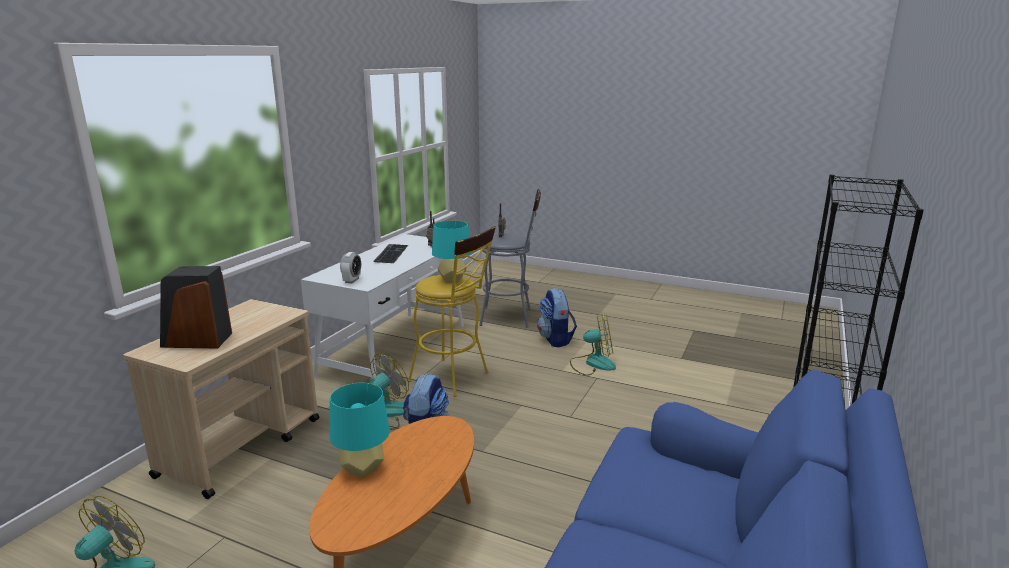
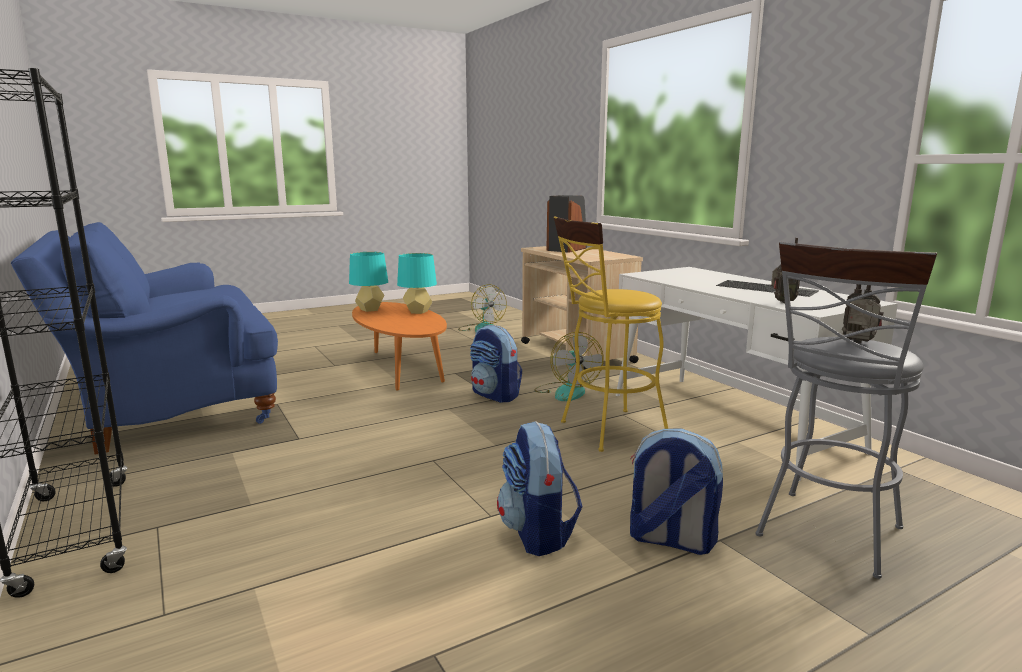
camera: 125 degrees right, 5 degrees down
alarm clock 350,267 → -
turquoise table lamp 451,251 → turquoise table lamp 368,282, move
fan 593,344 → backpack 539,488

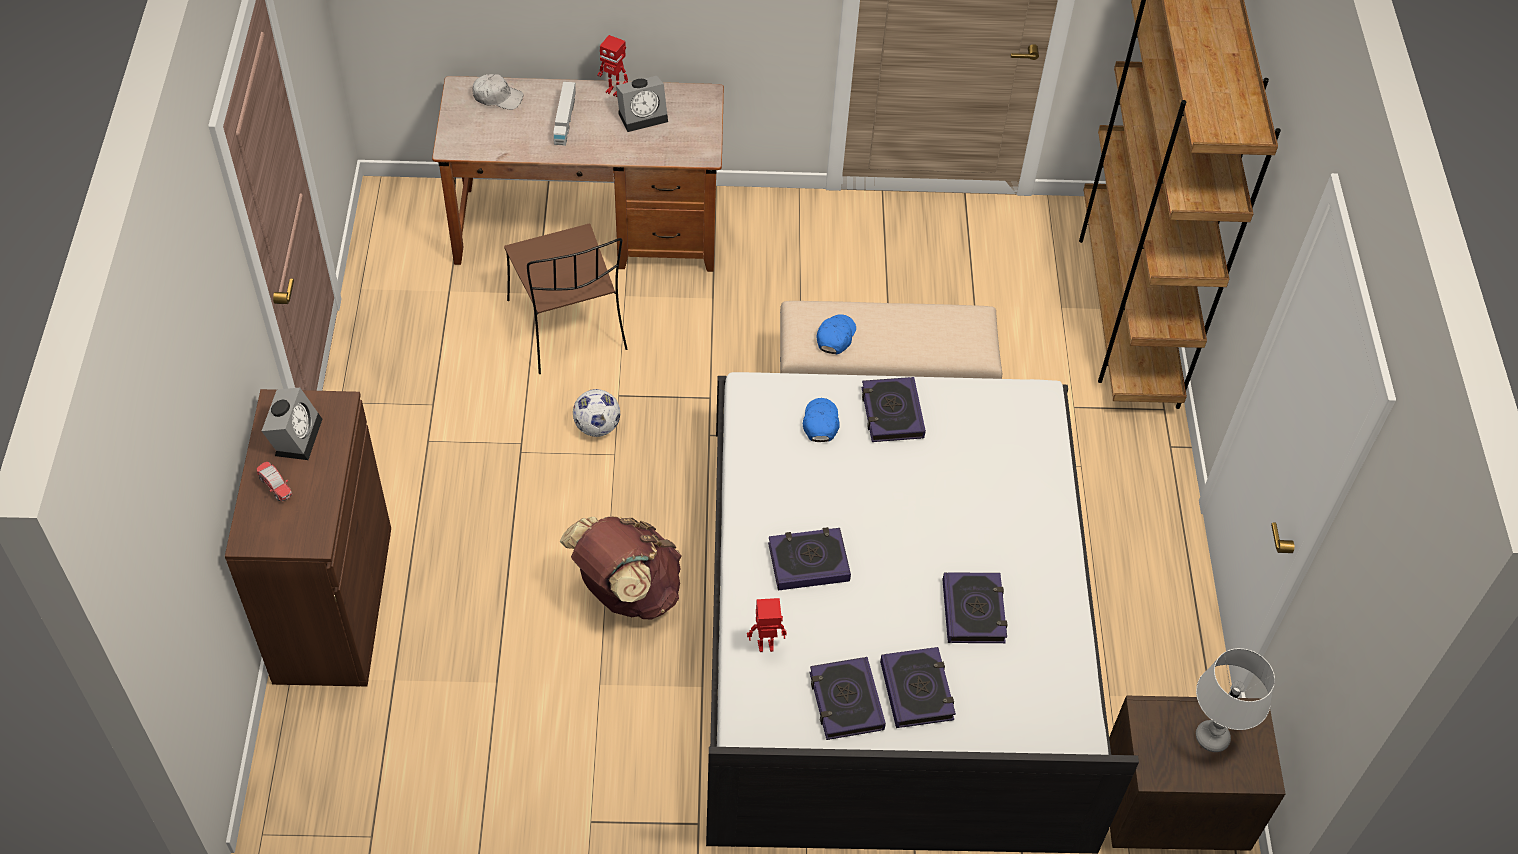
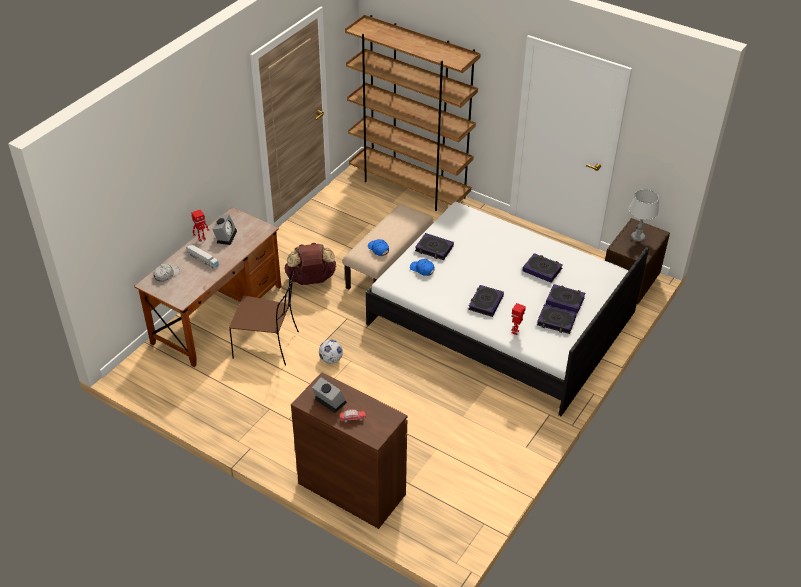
camera: 55 degrees left, 10 degrees down
brown backpack 620,567 → brown backpack 310,264, move

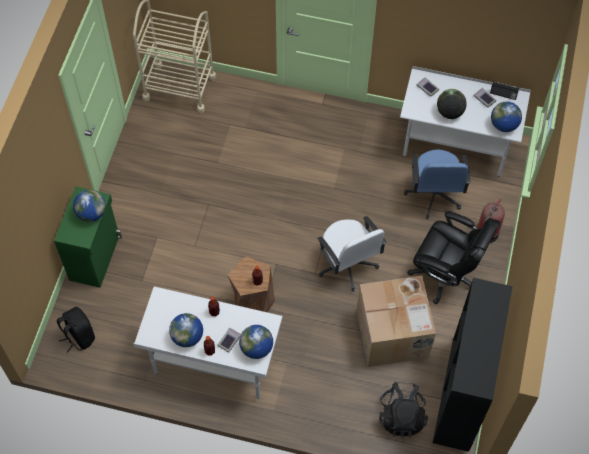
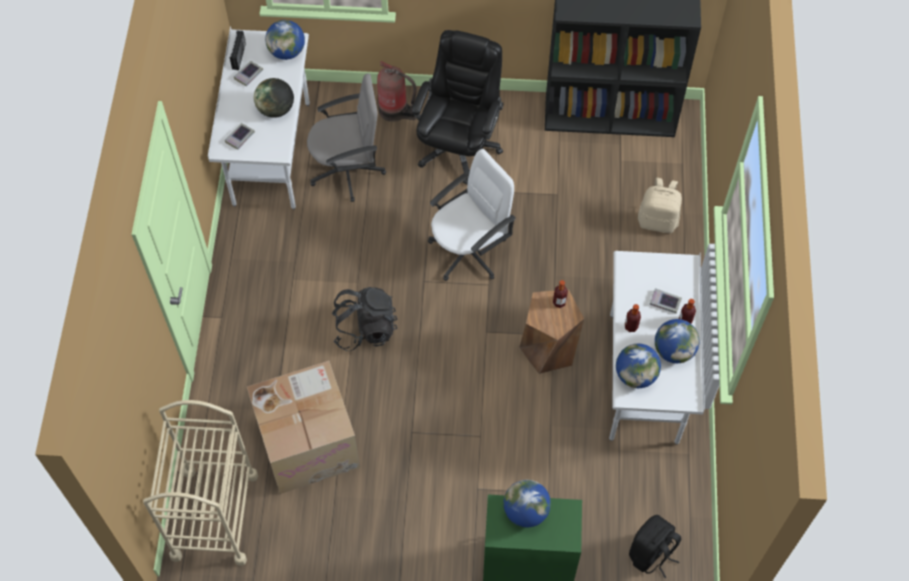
camera: 100 degrees left, 0 degrees up
globe 256,342 → globe 638,366, move
cardboard box 396,321 → cardboard box 303,427, move
black backpack 403,410 → black backpack 364,319, move
blue office chair 437,184 → grey office chair 346,137
- → beige backpack 660,205

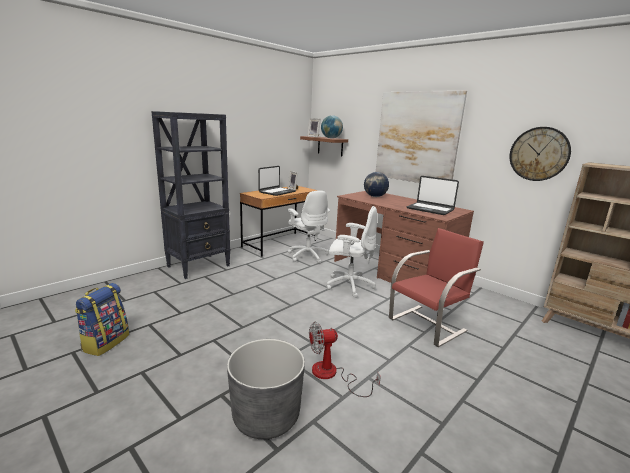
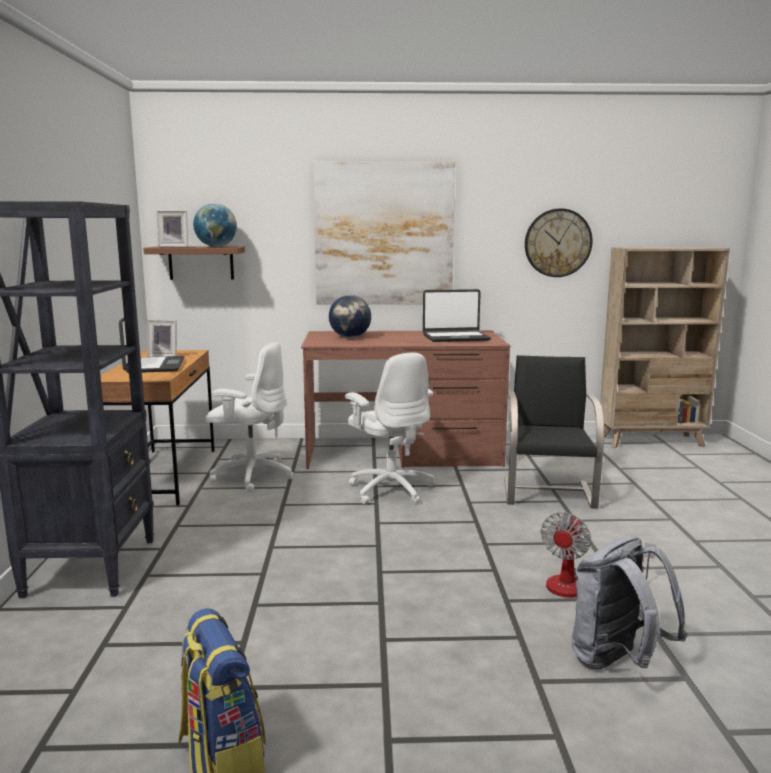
camera: 45 degrees left, 5 degrees down
grey planter 266,389 → grey backpack 628,602
white office chair 351,252 → white office chair 389,428, 90 degrees clockwise
red chair 436,287 → black chair 554,432

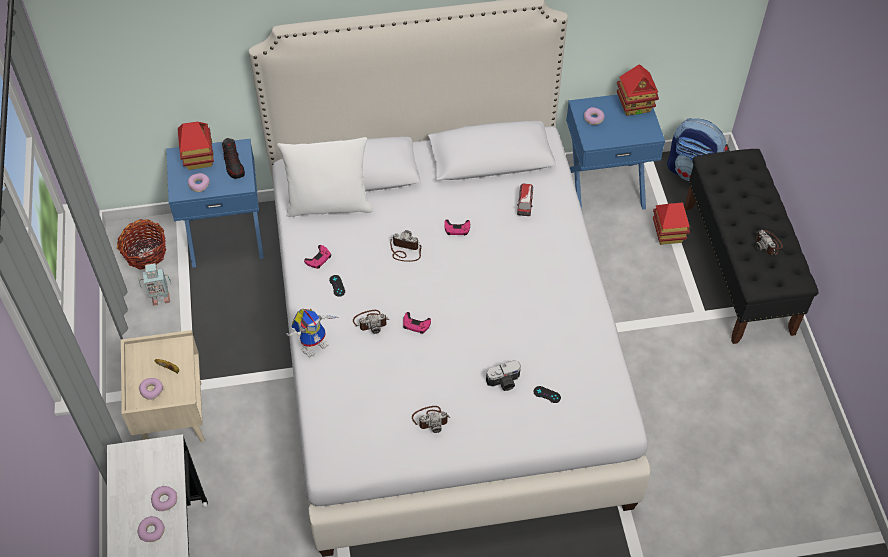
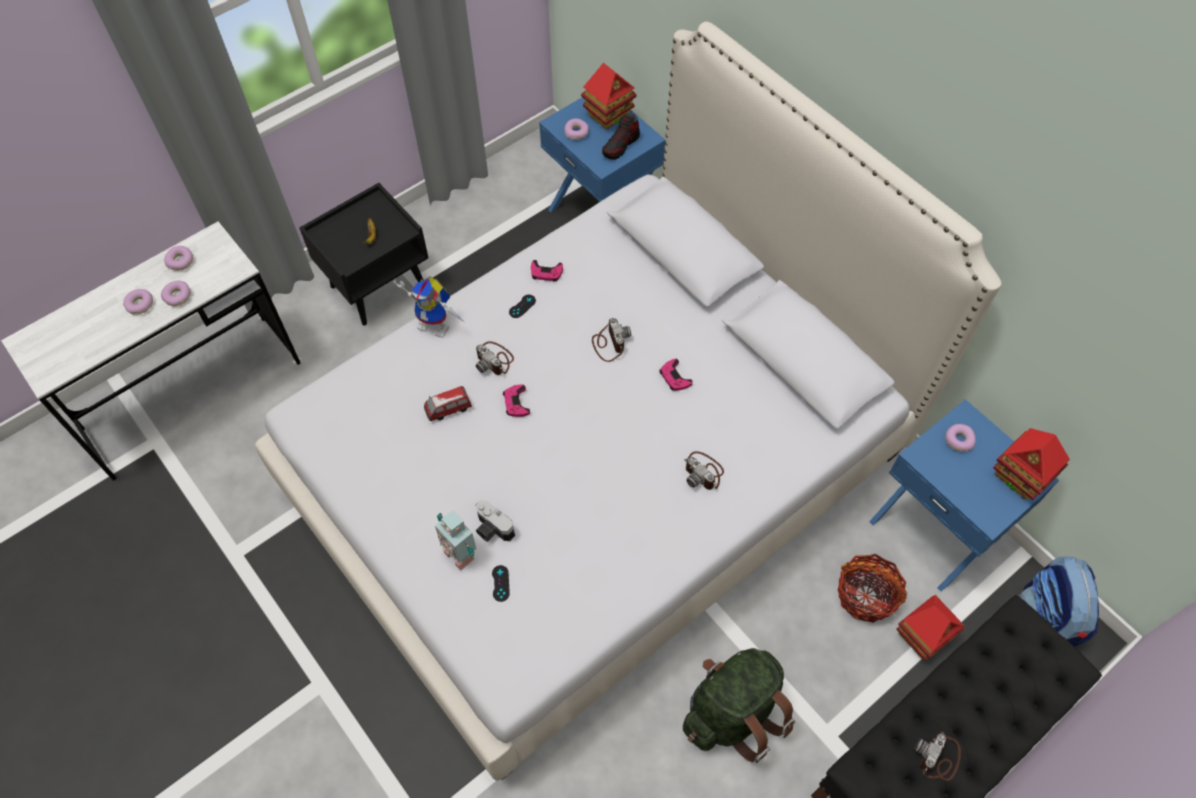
camera: 60 degrees right, 5 degrees up
basket 141,244 → basket 872,588, move
beige nightstand 163,386 → black nightstand 364,254
toy robot 154,284 → toy robot 455,540, move
donut 151,389 → donut 178,258, move
white pillow 325,177 → -
photo camera 431,419 → photo camera 704,470, move
toy car 525,200 → toy car 448,403, move
- → green backpack 739,705

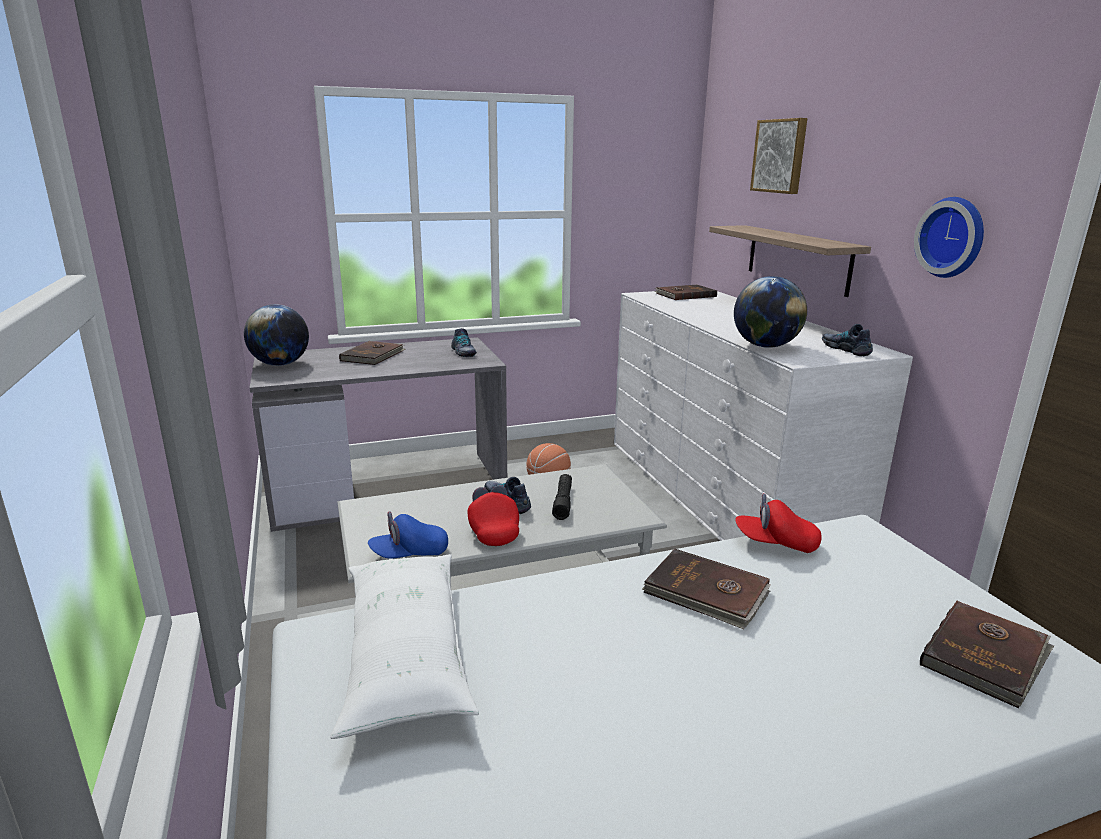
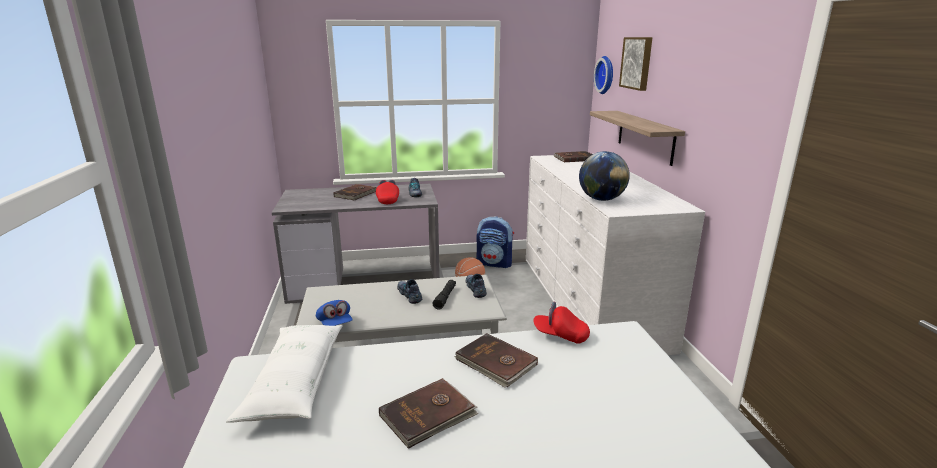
camera: 10 degrees right, 0 degrees up
globe 276,335 → -
blue cap 408,535 → blue cap 334,313, 105 degrees counterclockwise
red cap 493,515 → red cap 387,192, move
shoe 847,340 → shoe 476,286, move
wall clock 949,237 → wall clock 603,75, move
brown book 987,654 → brown book 428,413, move
- → backpack 495,242

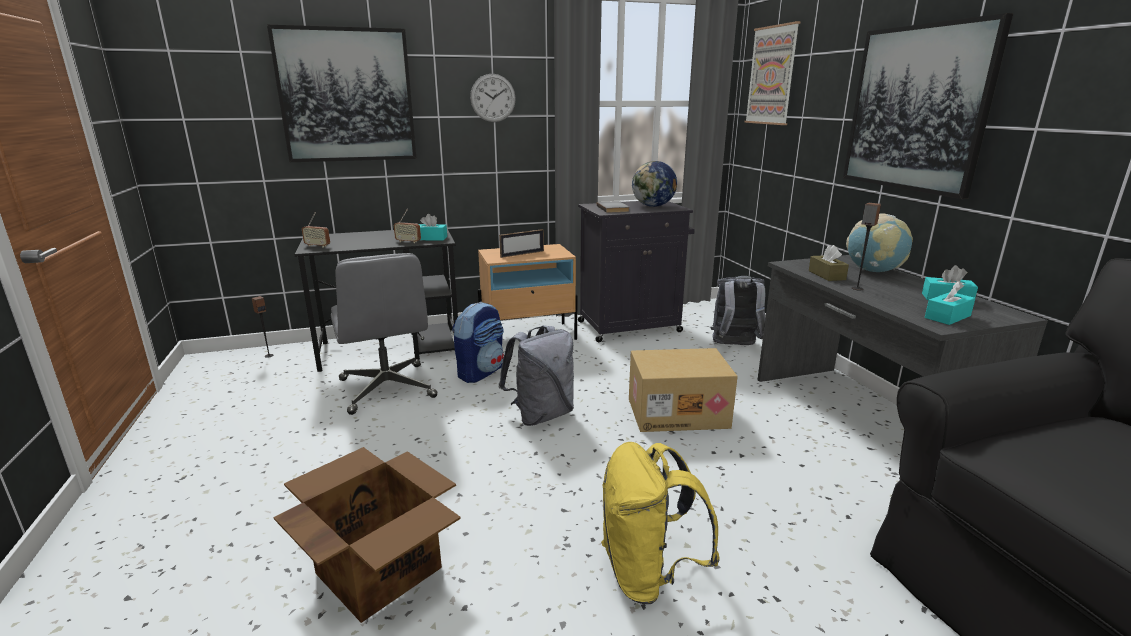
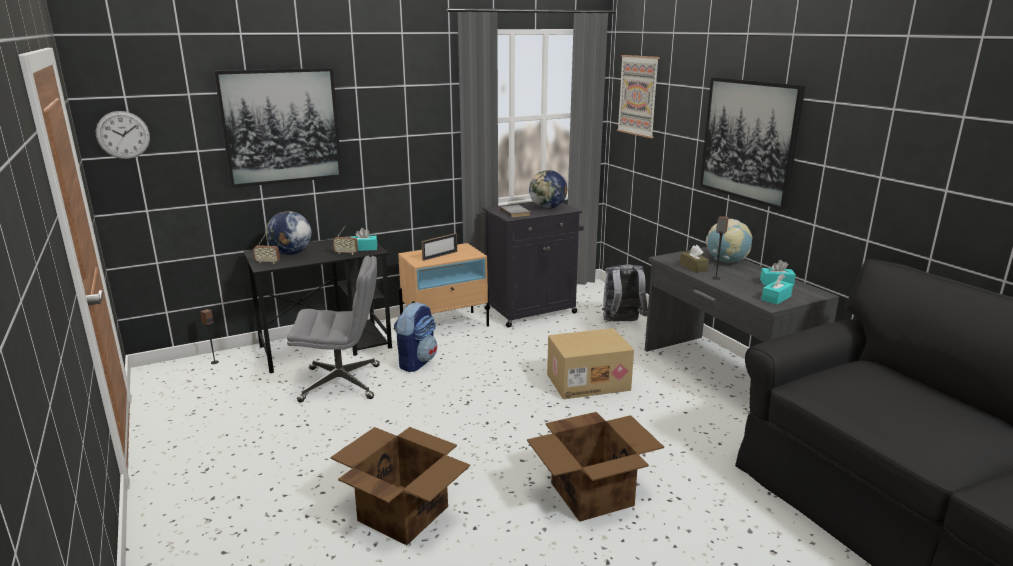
camera: 10 degrees left, 0 degrees up
grey office chair 384,334 → grey office chair 333,329, 60 degrees counterclockwise
wall clock 493,98 → wall clock 123,135, move
grey backpack 536,375 → -
yellow backpack 660,523 → cardboard box 595,467
- → globe 288,233

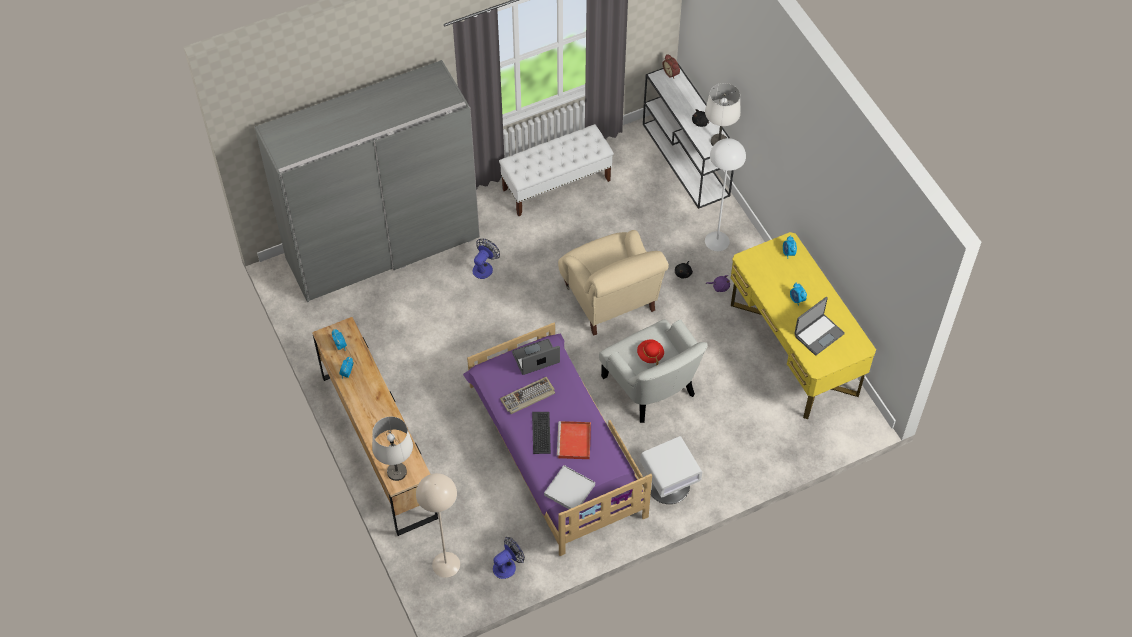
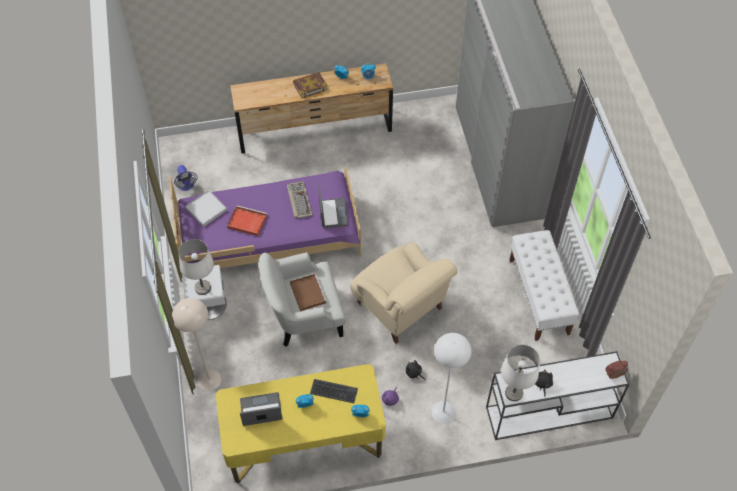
camera: 105 degrees right, 0 degrees up
white table lamp 392,449 → white table lamp 196,267, move
beige floor lamp 438,525 → beige floor lamp 196,344, move
fan 486,259 → -
keyboard 541,433 → keyboard 334,391, move
beige armchair 613,283 → beige armchair 404,293, 120 degrees counterclockwise
red hat 650,352 → brown tray 308,292
laptop 819,326 → laptop 261,409, 105 degrees clockwise
- → book 310,85

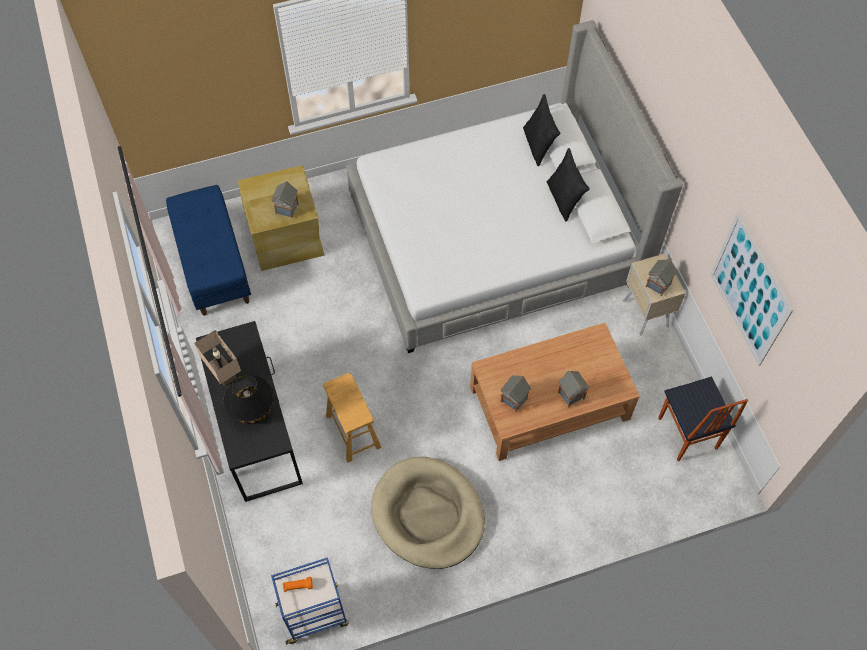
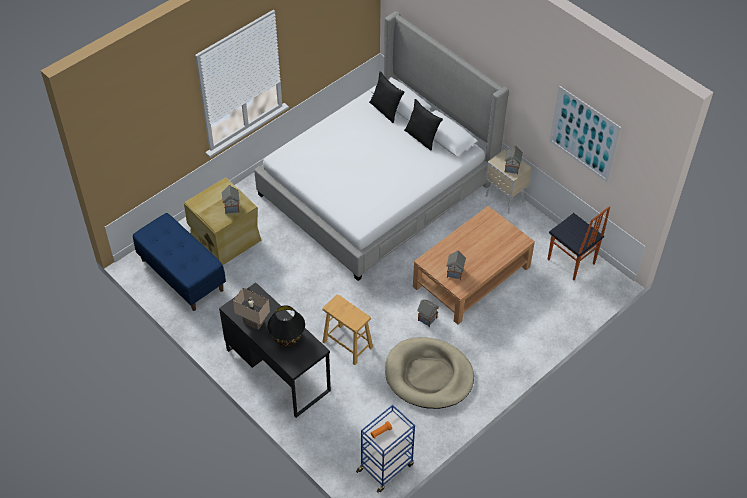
camera: 25 degrees left, 10 degrees down
toy house 573,389 → toy house 428,313, move

